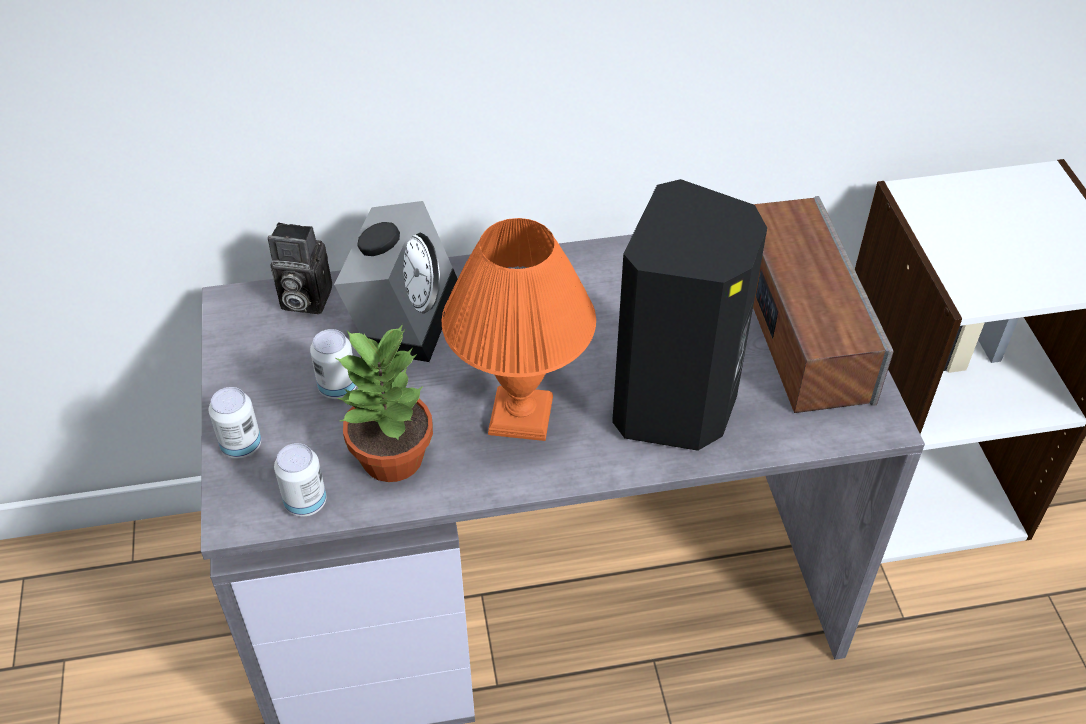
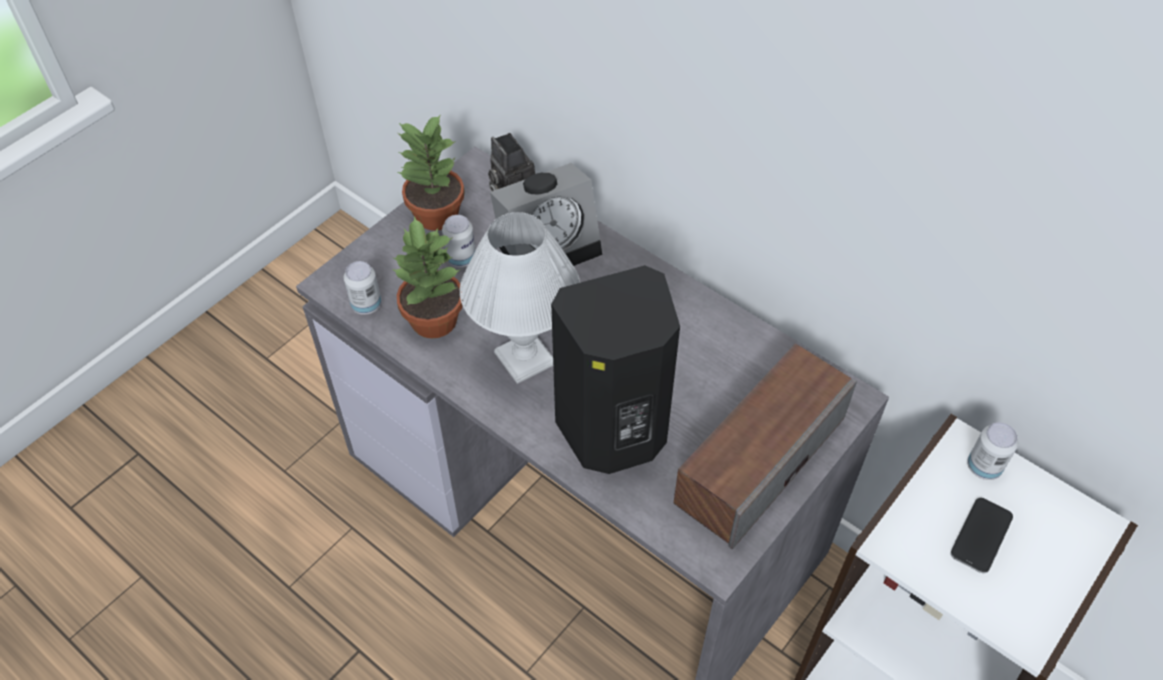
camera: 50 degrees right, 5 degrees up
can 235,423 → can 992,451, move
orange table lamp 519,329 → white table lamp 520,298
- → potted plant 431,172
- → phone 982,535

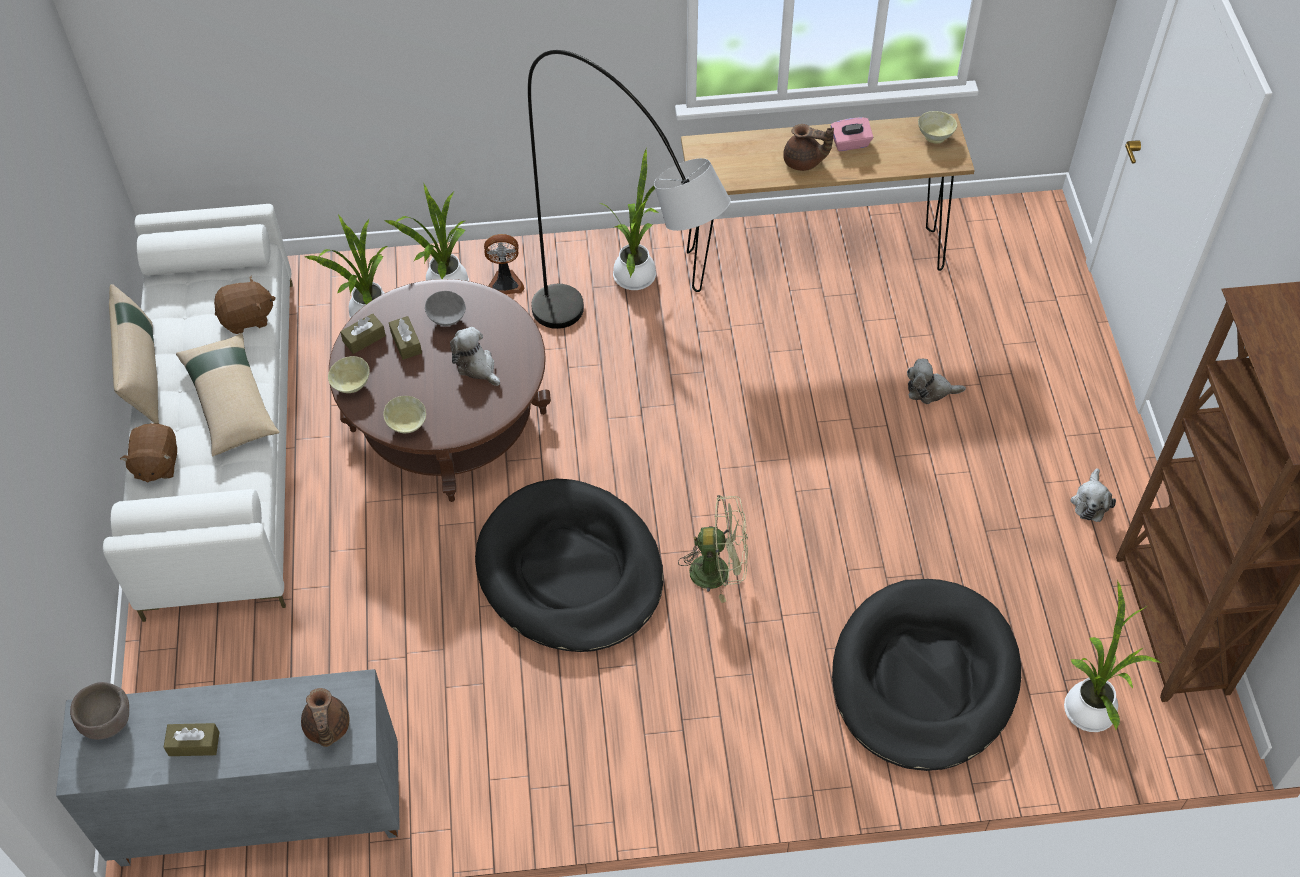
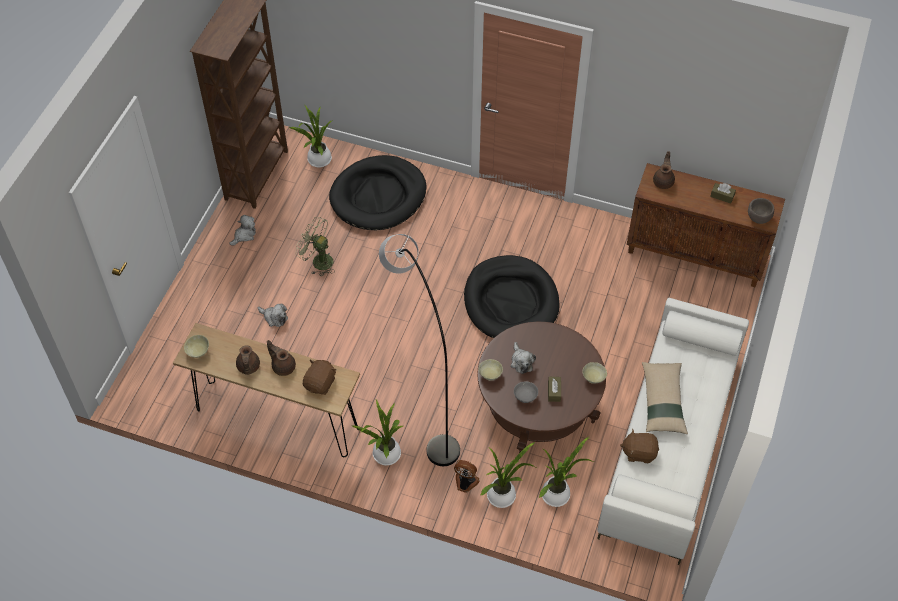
camera: 155 degrees left, 0 degrees up
grey cabinet 228,768 → brown cabinet 706,225
beige pillow 134,354 → -
brown plush toy 148,452 → brown plush toy 319,377, move
brown tissue box 363,333 → -
beige bowl 404,414 → beige bowl 490,370, move
green fan 713,549 → green fan 315,246, move
pink tissue box 852,134 → brown teapot 248,360

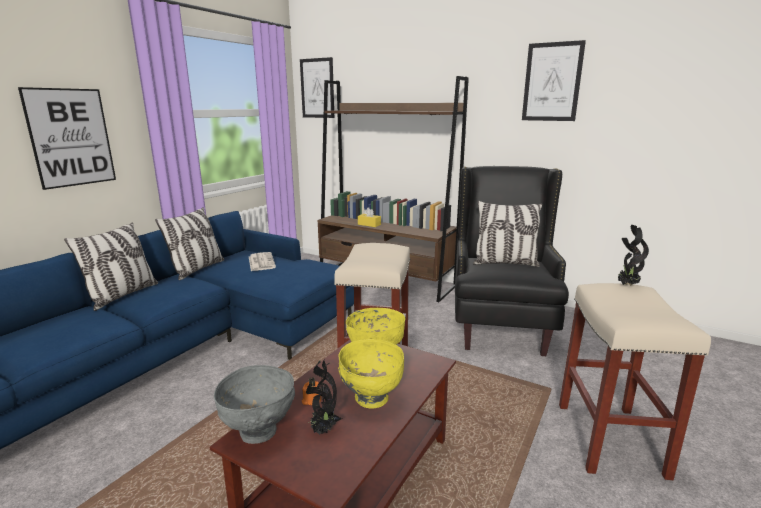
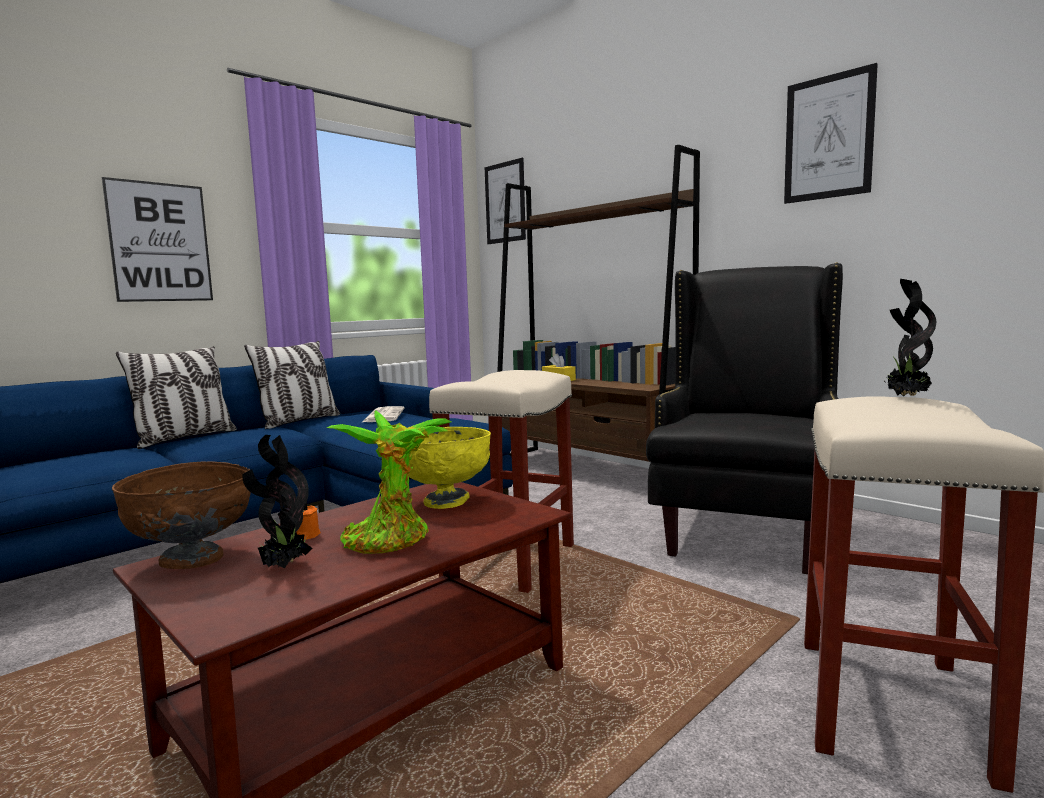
camera: 15 degrees right, 10 degrees down
grey bowl 254,404 → brown bowl 181,515
yellow bowl 371,374 → potted plant 389,482
pillow 507,234 → -

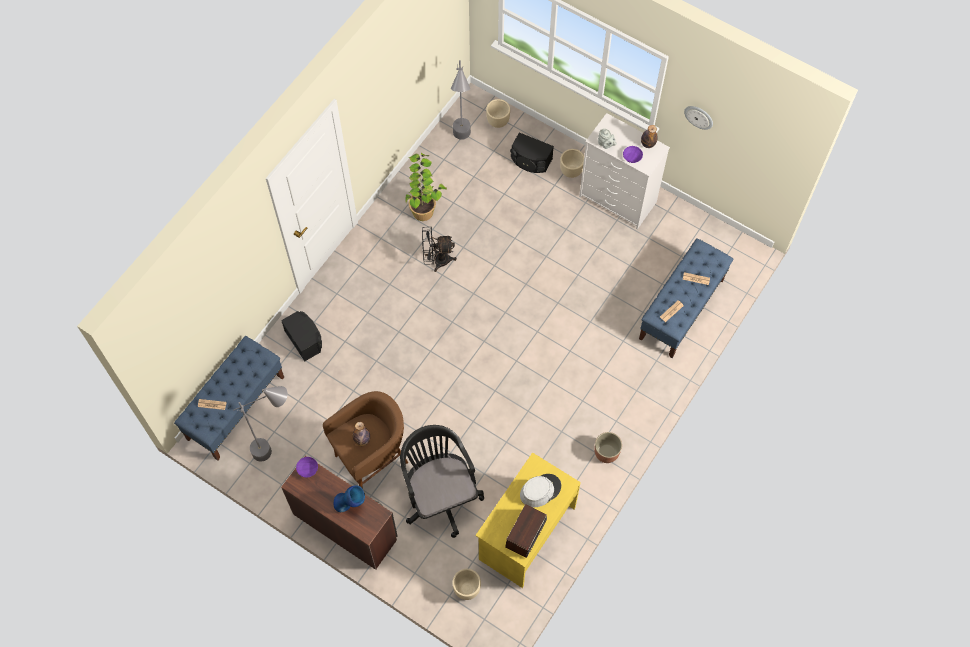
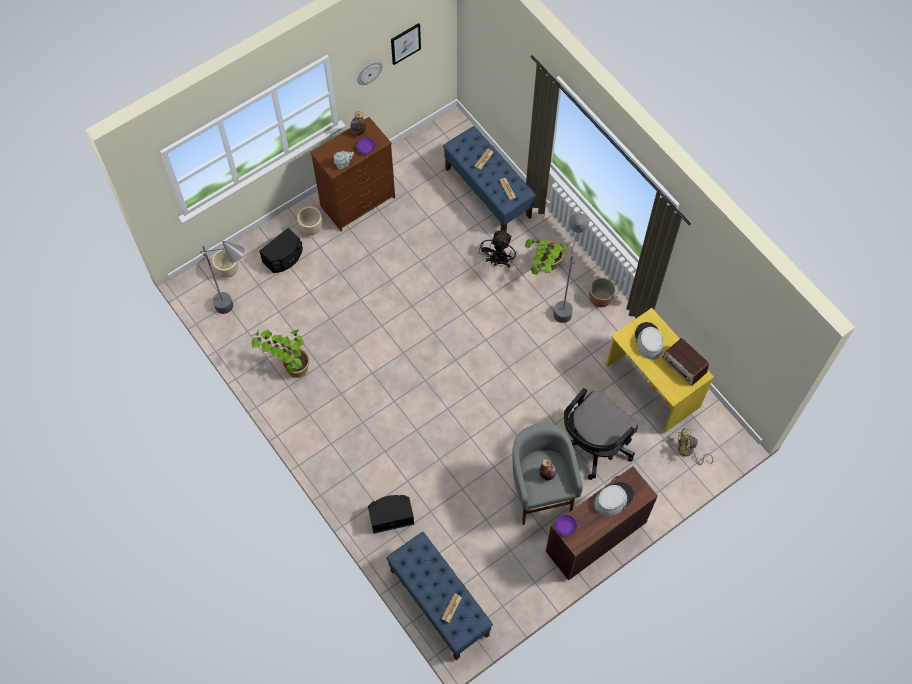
camera: 70 degrees left, 0 degrees up
grey floor lamp 260,424 → grey floor lamp 571,268, move
brown stool 365,440 → grey stool 547,474
blue vase 349,498 → grey hat 614,499
black office chair 442,481 → black office chair 601,434, 45 degrees counterclockwise
black fan 439,249 → black fan 497,249, move
beige planter 466,584 → yellow fan 695,446
white dresser 624,171 → brown dresser 352,174
- → picture 406,44
- → potted plant 546,257

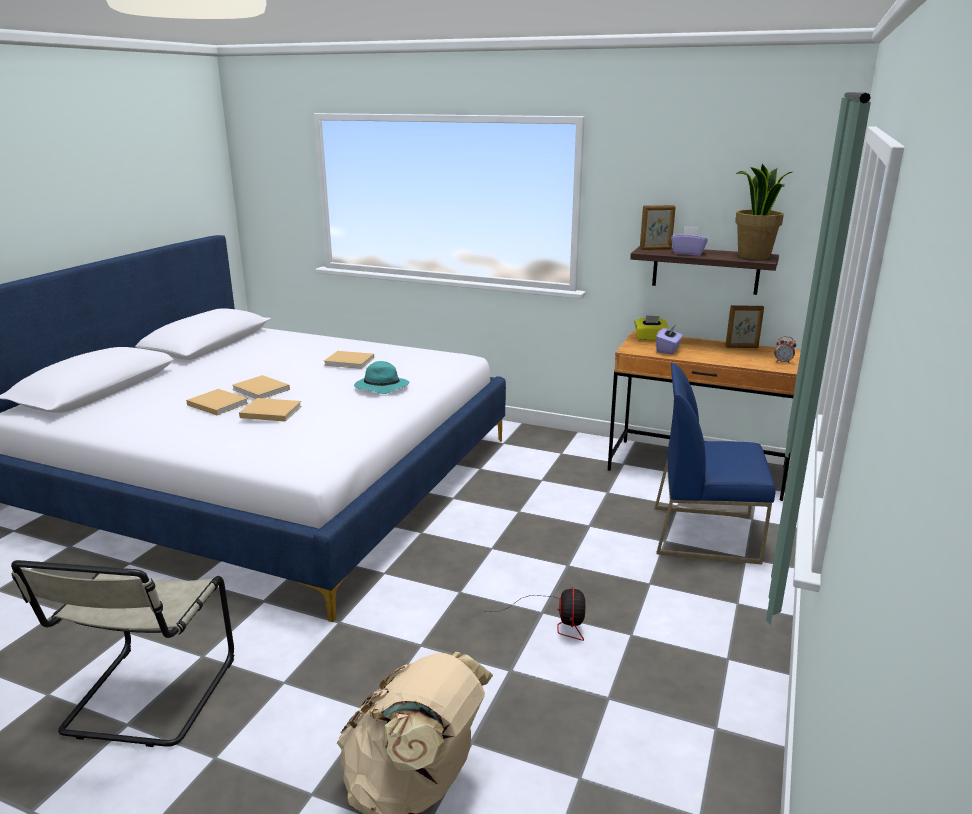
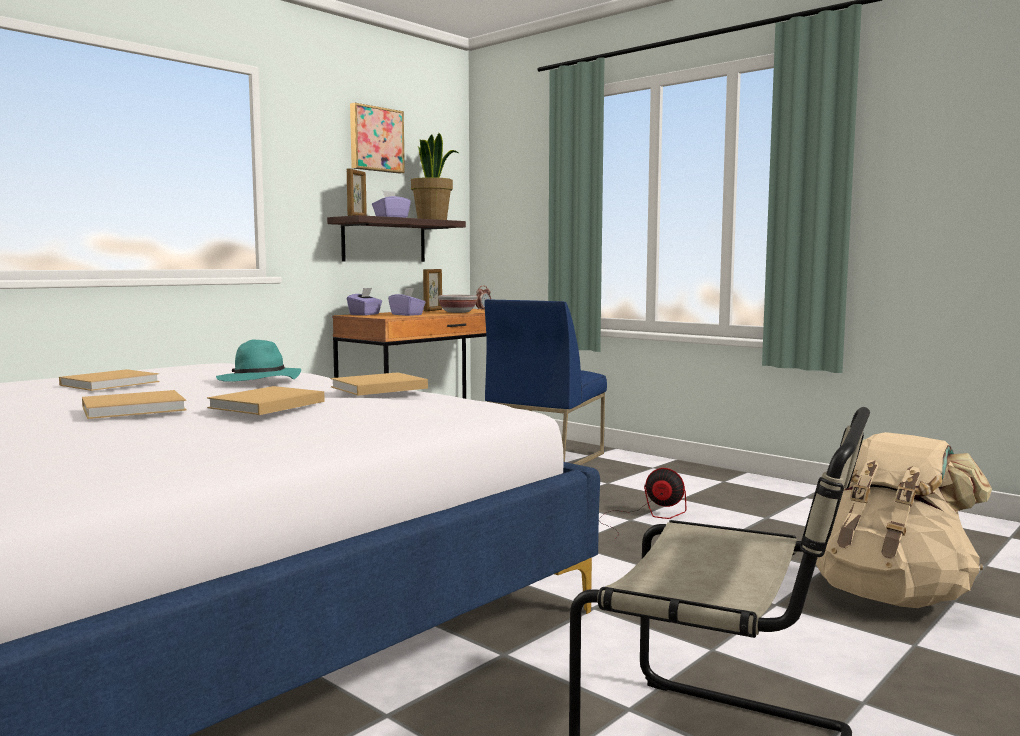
camera: 70 degrees left, 15 degrees down
beige book 217,402 → beige book 379,384, move
yellow tissue box 651,327 → purple tissue box 364,301
- → picture 377,138
- → bowl 458,304

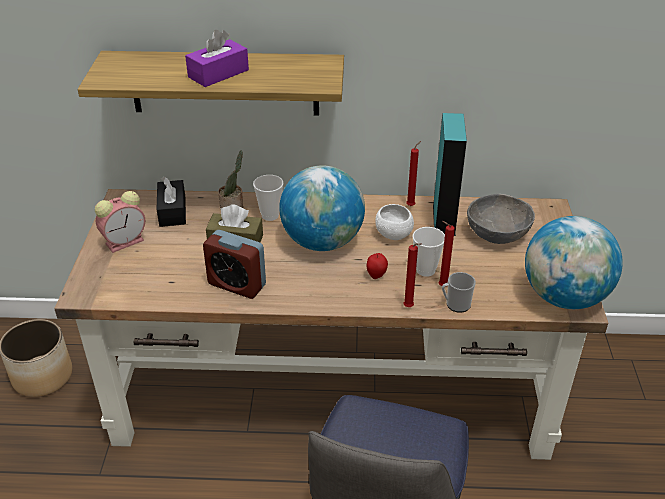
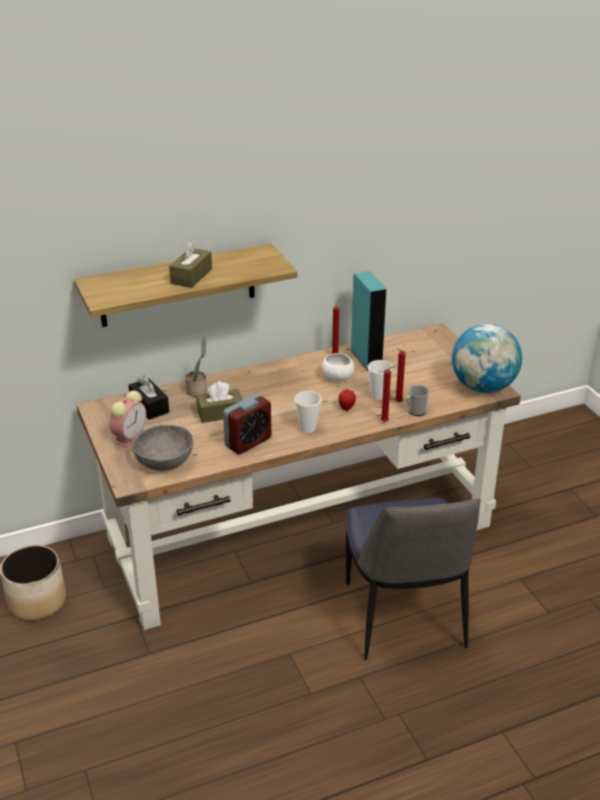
camera: 25 degrees left, 5 degrees down
purple tissue box 217,58 → brown tissue box 190,264
alarm clock 234,264 → alarm clock 247,424, 45 degrees counterclockwise
cup 268,198 → cup 308,412, move
globe 322,208 → -
grey bowl 501,219 → grey bowl 162,447, move

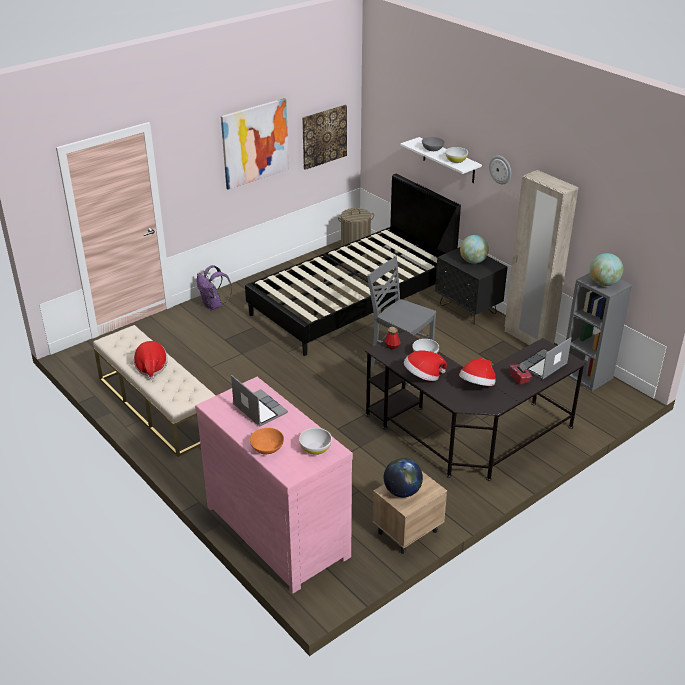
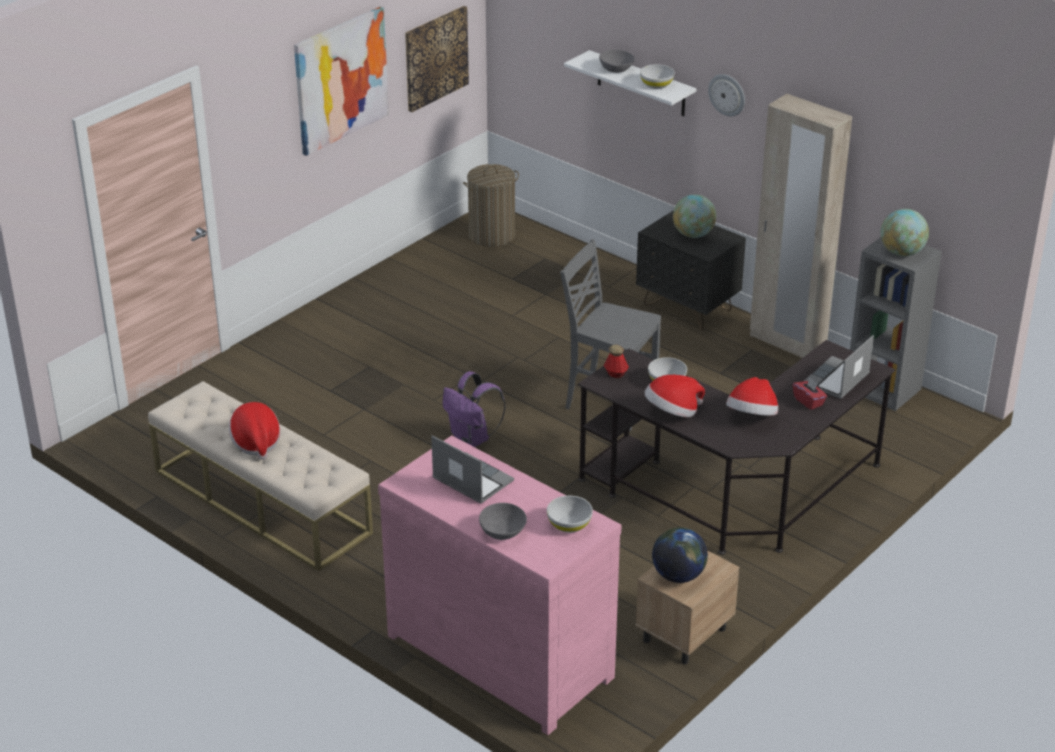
camera: 10 degrees left, 0 degrees up
purple backpack 214,287 → purple backpack 474,409, move
black bed 353,265 → -
orange bowl 267,441 → grey bowl 503,521

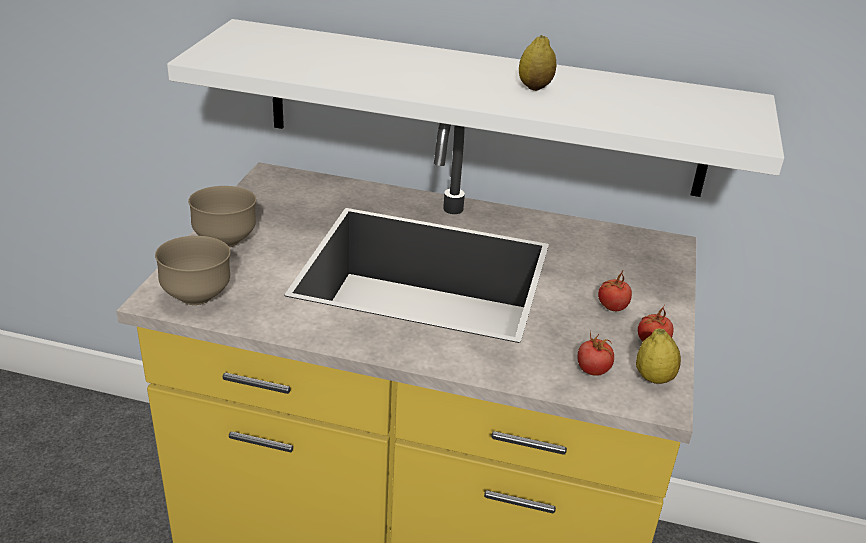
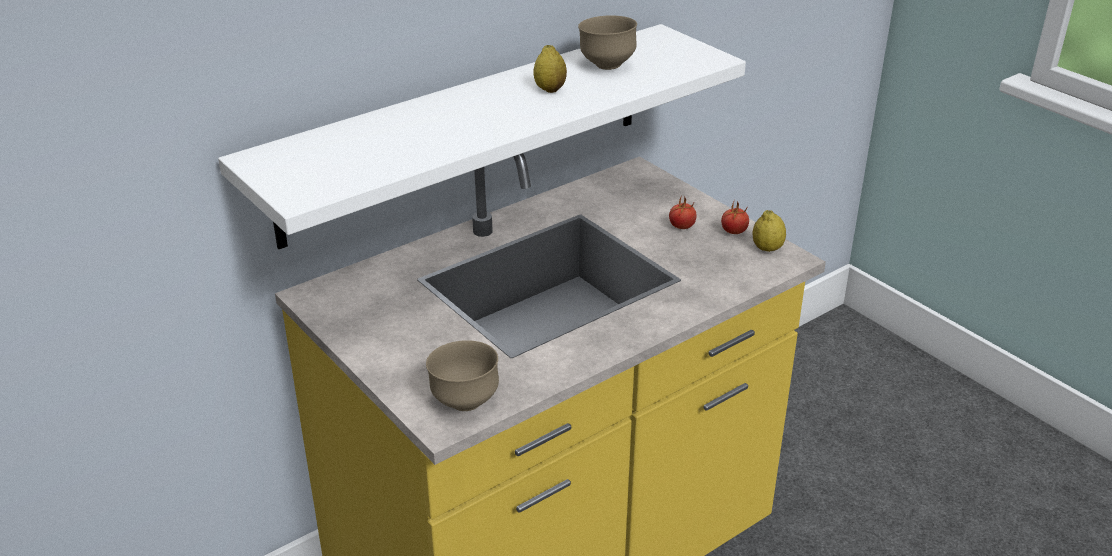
camera: 50 degrees left, 0 degrees up
brown bowl 222,216 → brown bowl 607,42, move
tomato 596,354 → -

